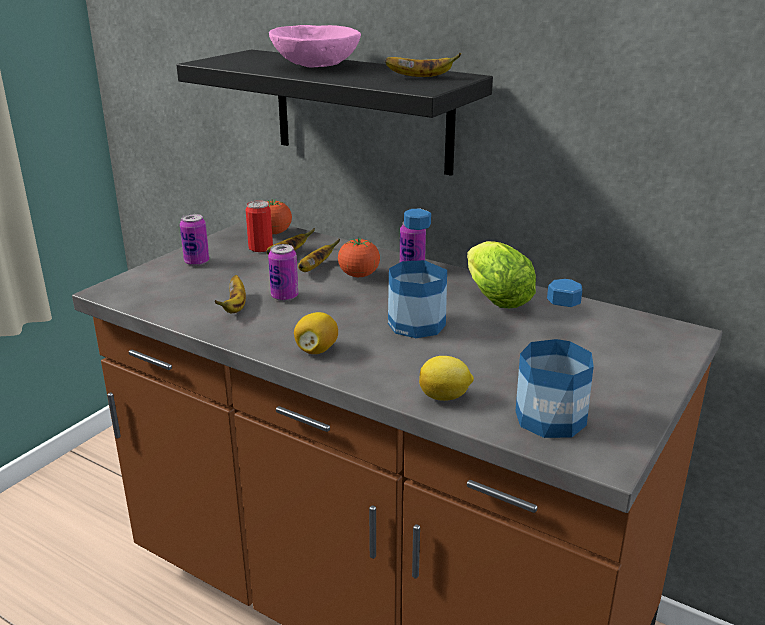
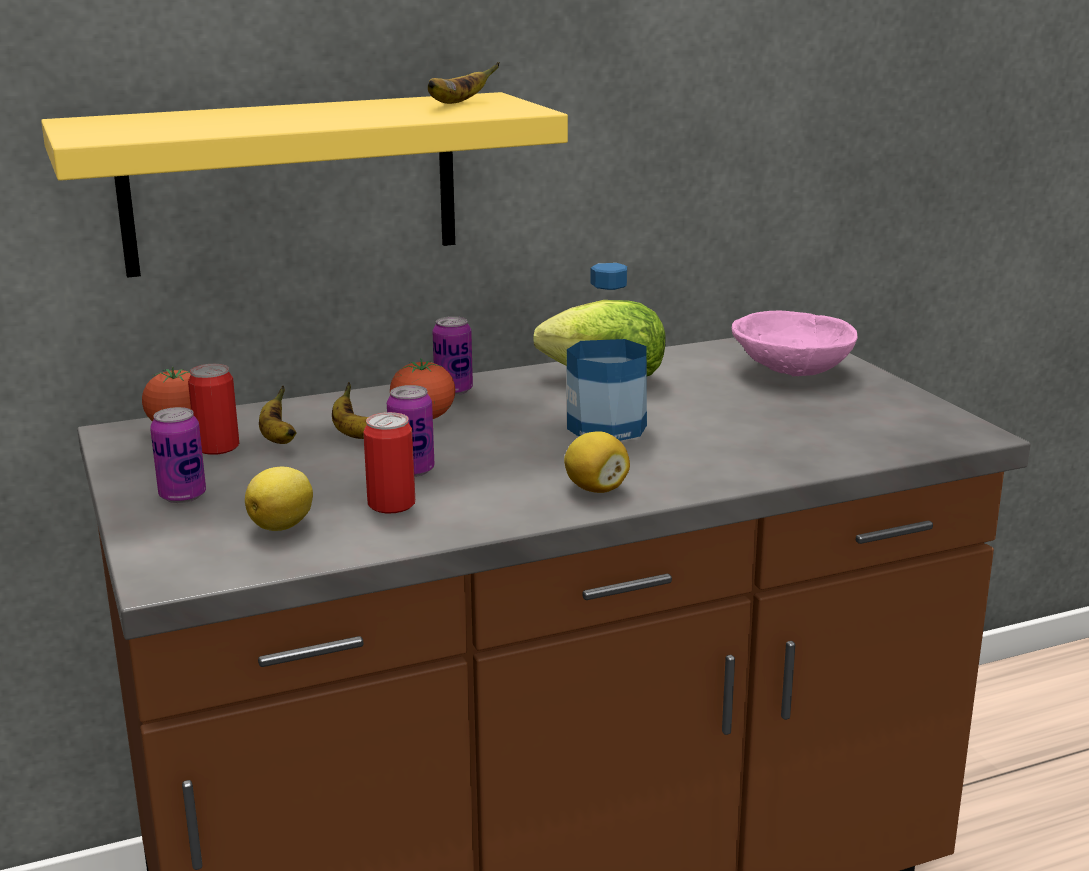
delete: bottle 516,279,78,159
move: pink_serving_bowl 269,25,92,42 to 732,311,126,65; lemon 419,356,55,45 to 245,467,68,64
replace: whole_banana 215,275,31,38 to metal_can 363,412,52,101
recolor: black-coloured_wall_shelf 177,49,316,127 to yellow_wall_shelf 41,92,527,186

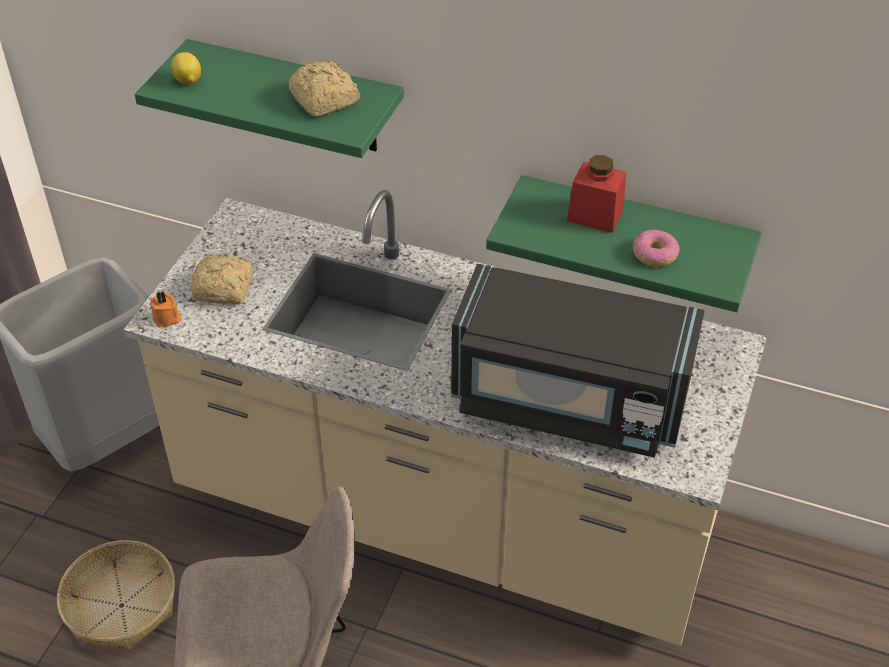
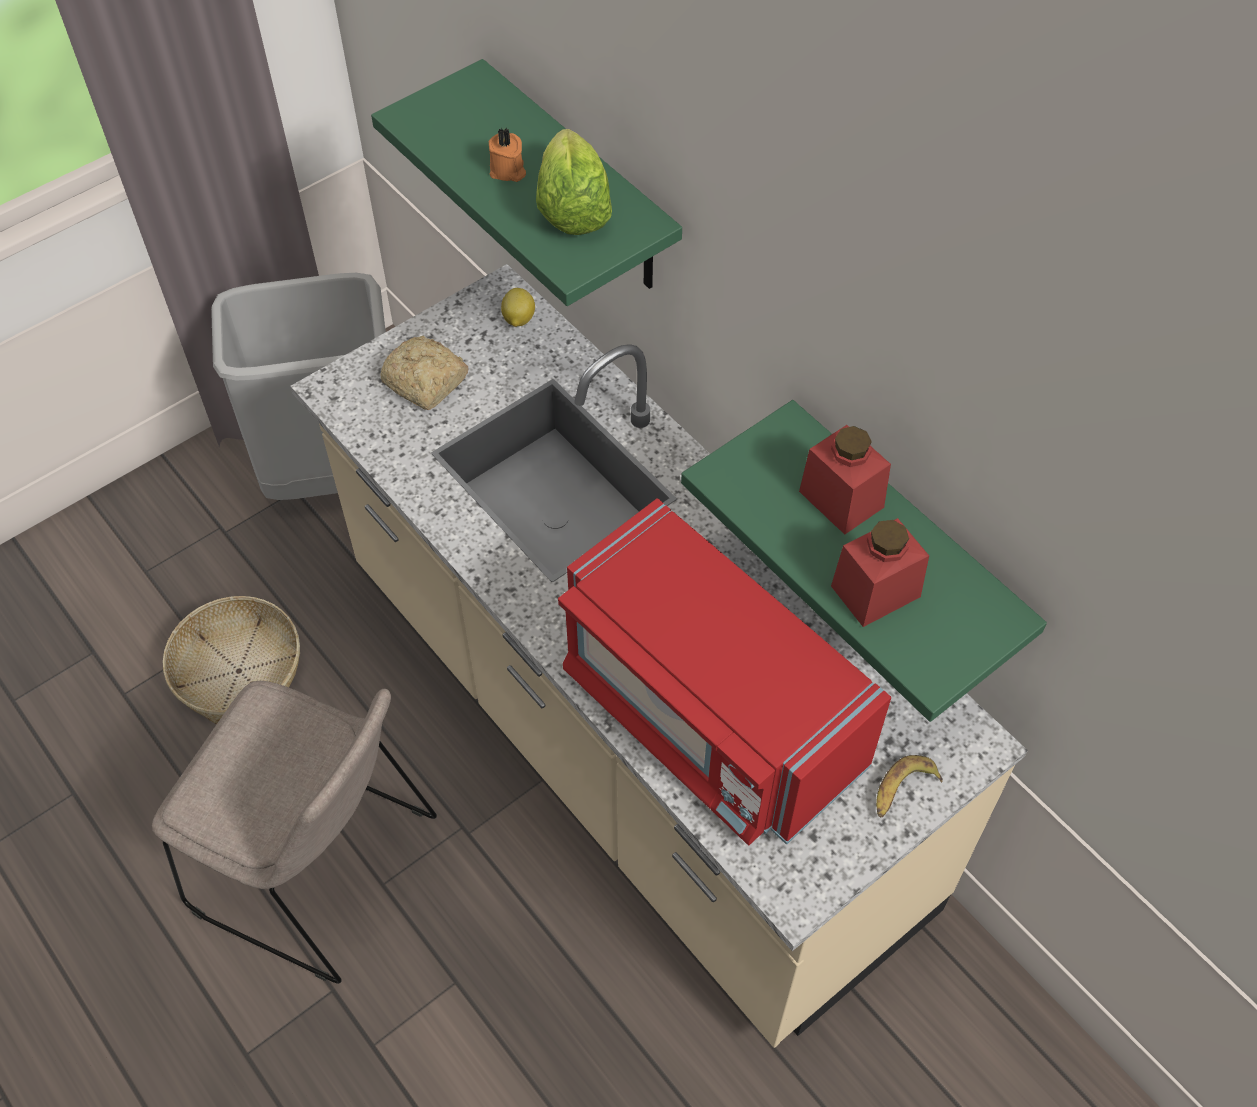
insert: whole_banana 876,755,67,62
move: orange-coloured_candle 150,291,31,37 to 489,128,37,54; lemon 171,52,30,33 to 501,288,34,39
replace: baked_bread 289,61,71,55 to head_of_lettuce 536,129,76,106; ring_doughnut 633,230,47,37 to reddish_preserve_jar 831,518,98,109
recolor: black-coloured_kitchen_microwave 451,264,254,194 to reddish_kitchen_microwave 558,498,333,347

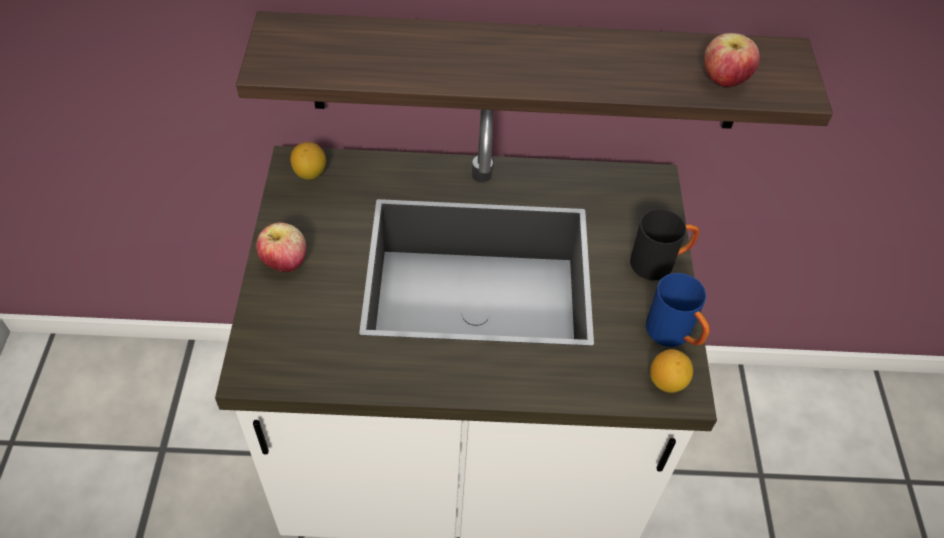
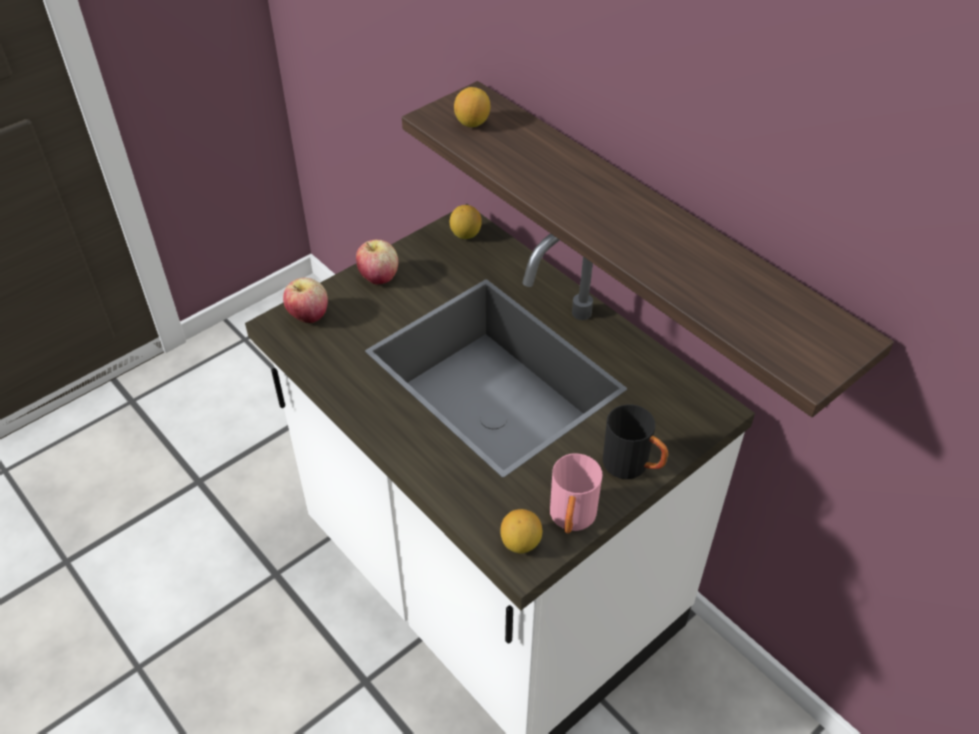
insert: lemon 454,87,37,40
move: whole_apple 704,33,56,54 to 283,278,45,45
recolor: blue-coloured_tea_mug 646,273,64,74 to pink_tea_mug 550,453,52,80

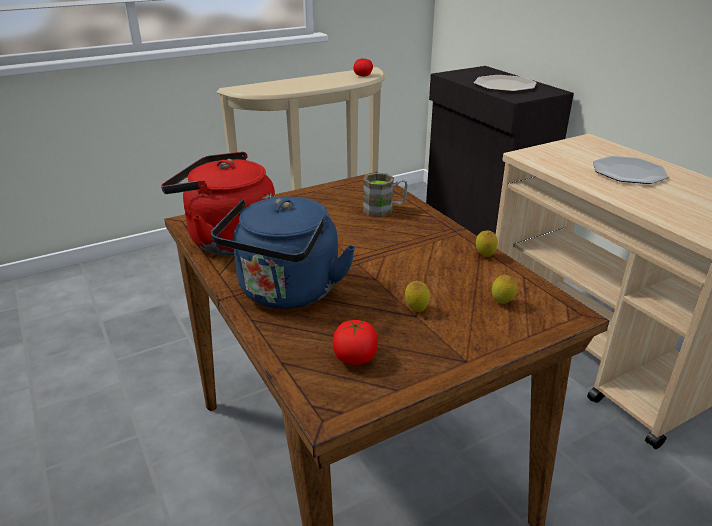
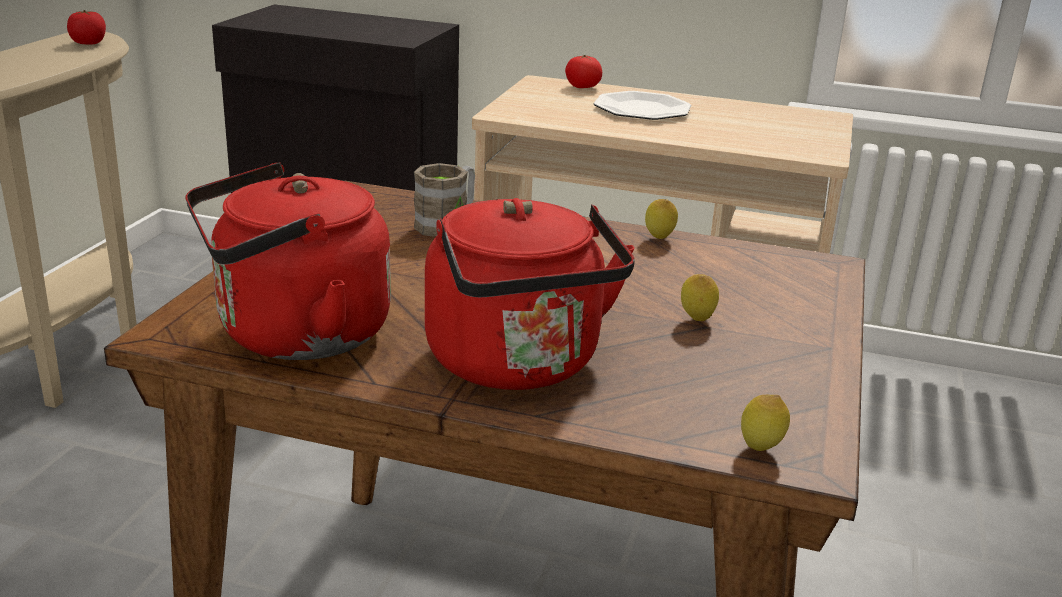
delete: dinner_plate 474,75,63,17
move: fresh_tomato 333,319,45,46 to 565,55,37,33; lemon 492,275,26,29 to 741,395,49,56
recolor: blue-coloured_water_kettle 211,197,145,112 to reddish_water_kettle 425,198,210,192

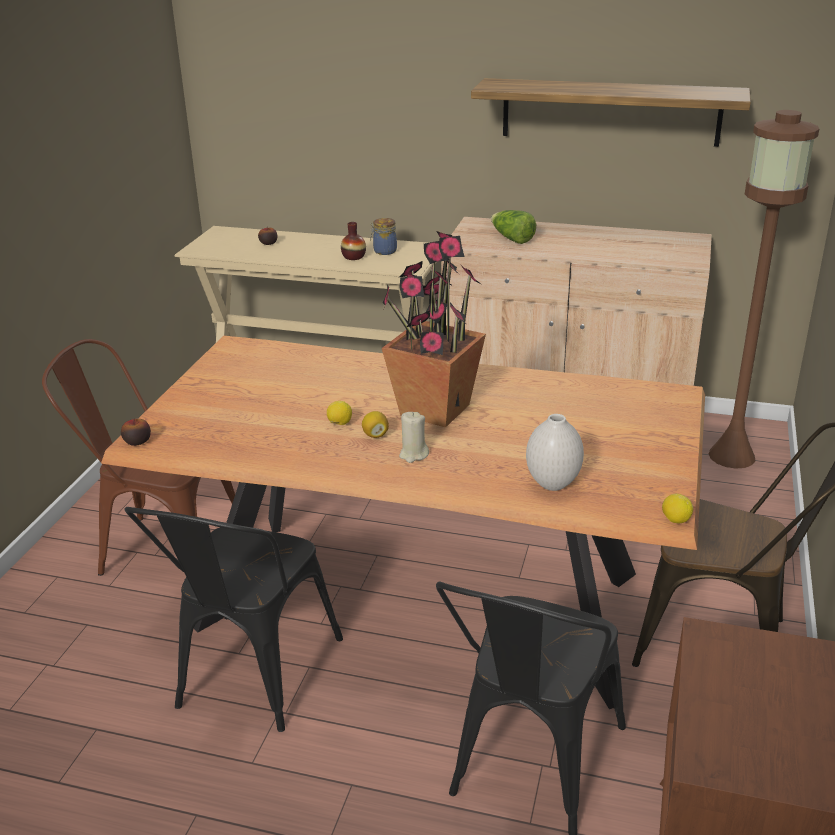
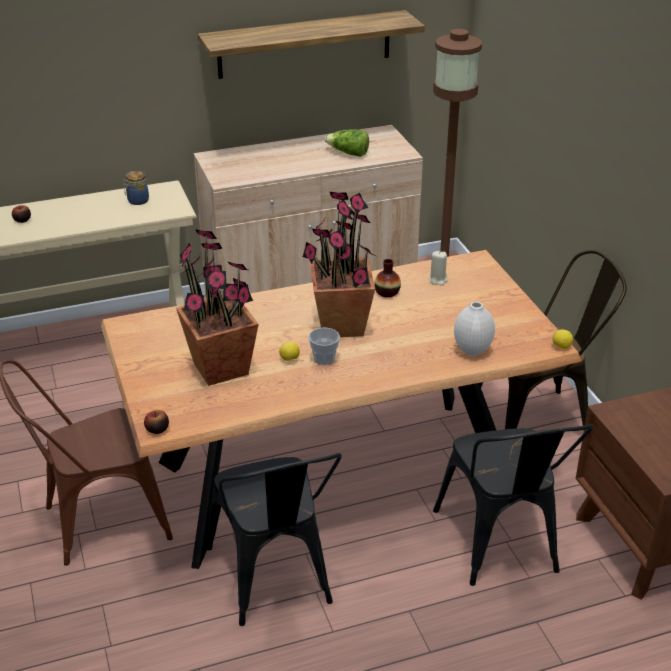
insert: houseplant 176,229,83,157
move: vase 341,222,25,38 to 374,259,27,39; beige-coloured_candle 399,412,30,51 to 428,251,20,35; head_of_lettuce 491,210,45,34 to 325,129,44,28
replace: lemon 362,411,27,27 to drinking_cup 308,328,32,37

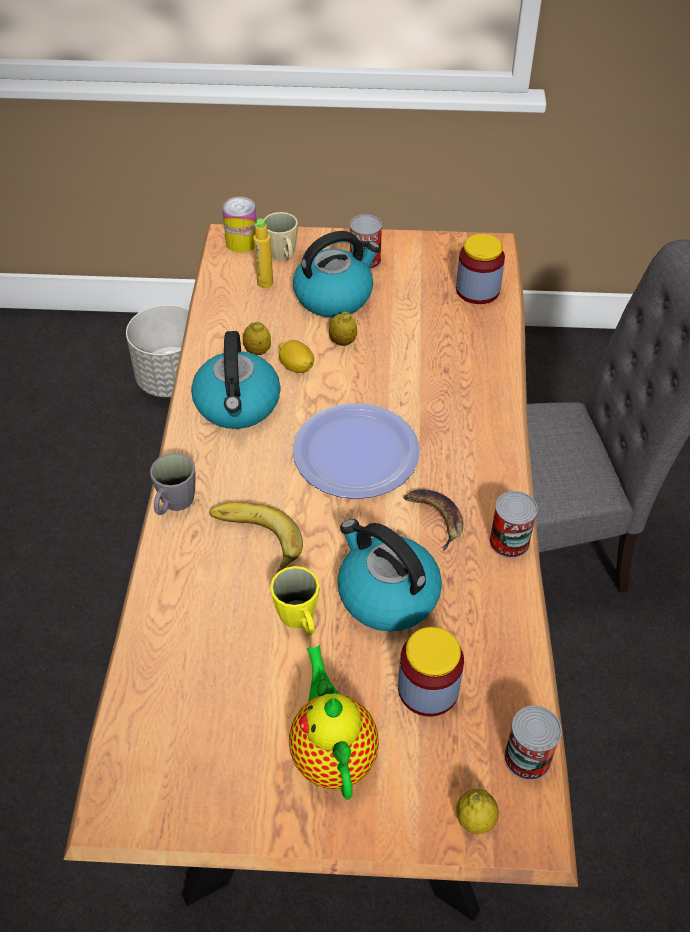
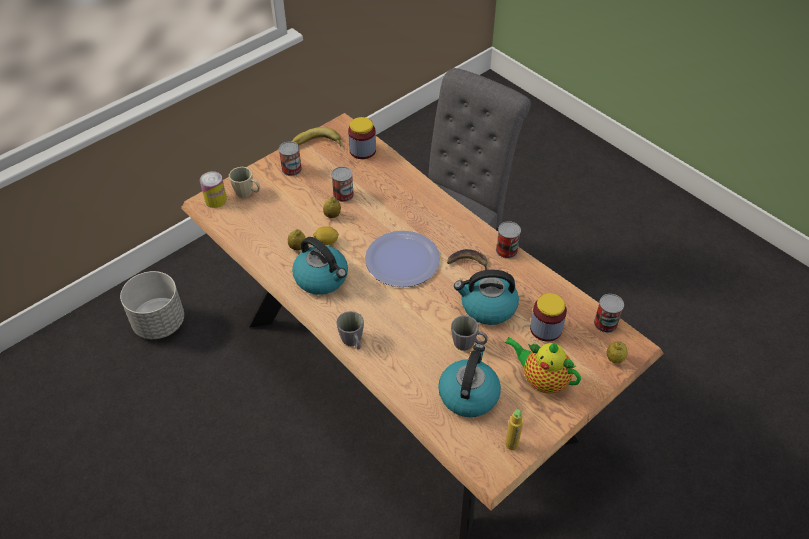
insert: metal_can 331,167,23,35
move: whole_banana 209,502,94,71 to 292,127,50,20; yellow_bottle 253,219,20,69 to 505,410,18,40; water_kettle 293,231,87,86 to 438,344,63,73
recolor: yellow_tea_mug 270,566,50,70 to gray_tea_mug 451,315,36,36

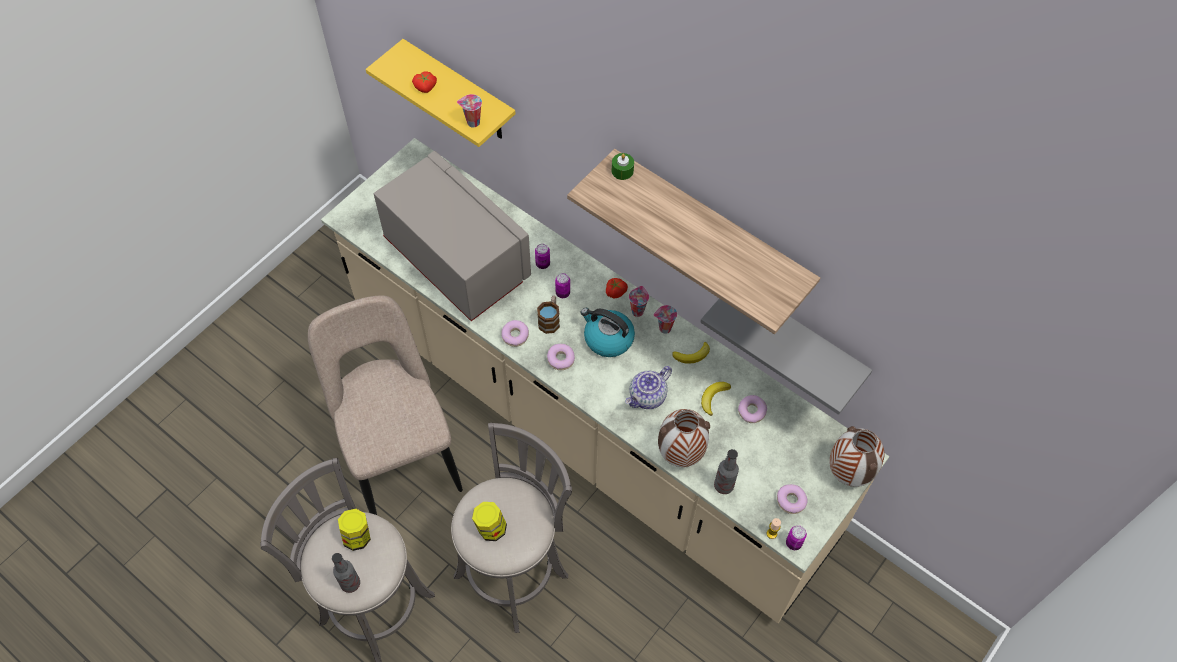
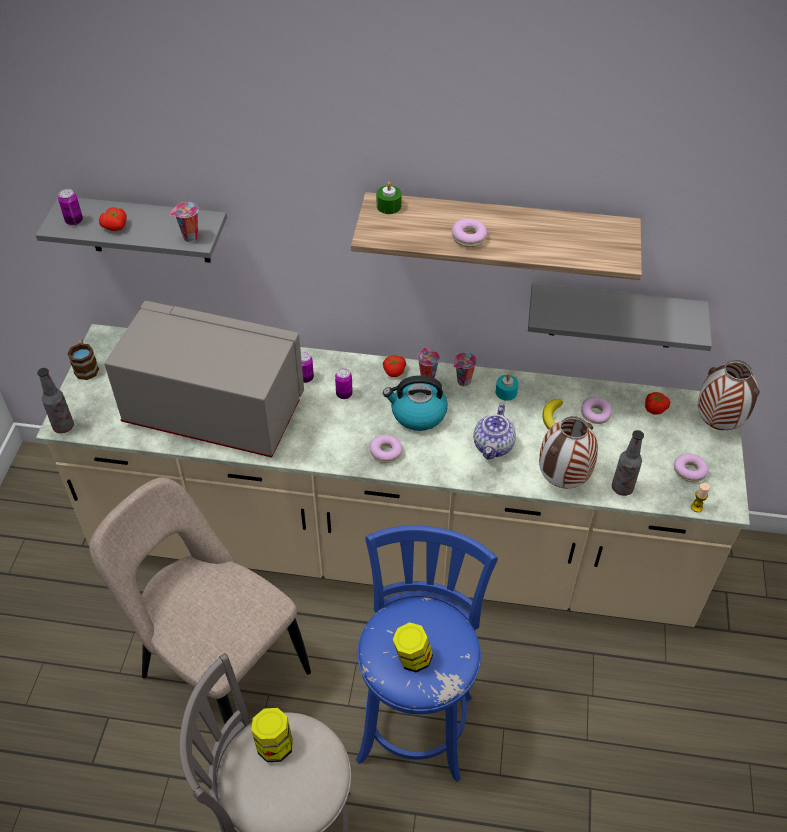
insert: fresh_tomato 645,392,25,23
move: bottle 332,553,28,40 to 37,368,37,65; ring_doughnut 501,320,28,27 to 452,219,35,28; tea_mug 537,295,23,39 to 68,339,31,41; metal_can 786,525,21,25 to 58,189,25,36
replace: whole_banana 672,342,38,22 to turquoise-coloured_candle 496,374,23,27
recolor: yellow_wall_shelf 366,39,150,108 to gray_wall_shelf 36,196,191,67; gray_stool 451,423,121,210 to blue-coloured_stool 356,525,142,257

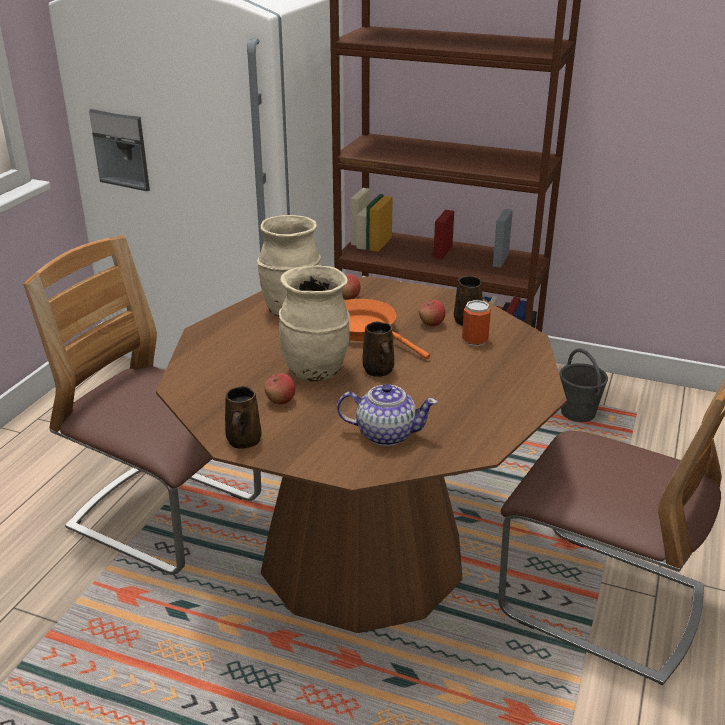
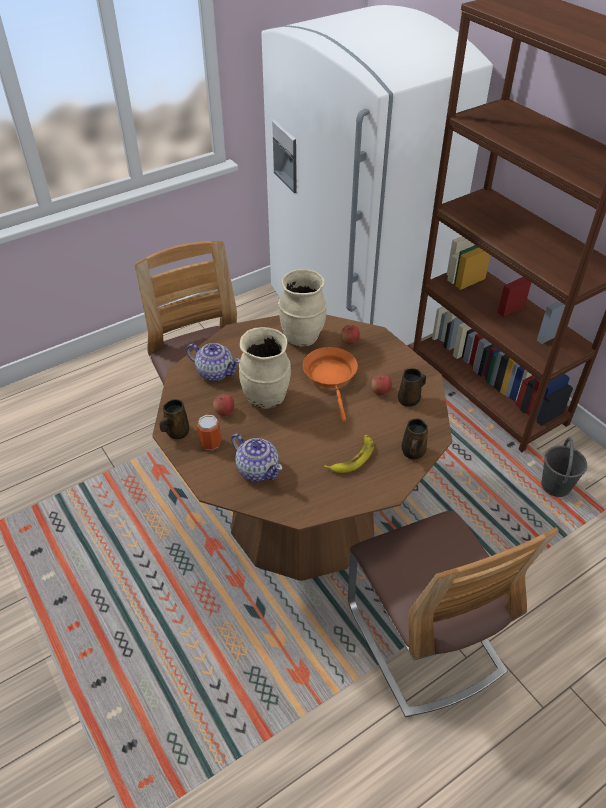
insert: tea_pot 186,343,54,38; whole_banana 324,435,50,38
move: brown_tea_mug 362,322,32,55 to 402,418,26,41; metal_can 462,300,29,46 to 197,415,24,35

